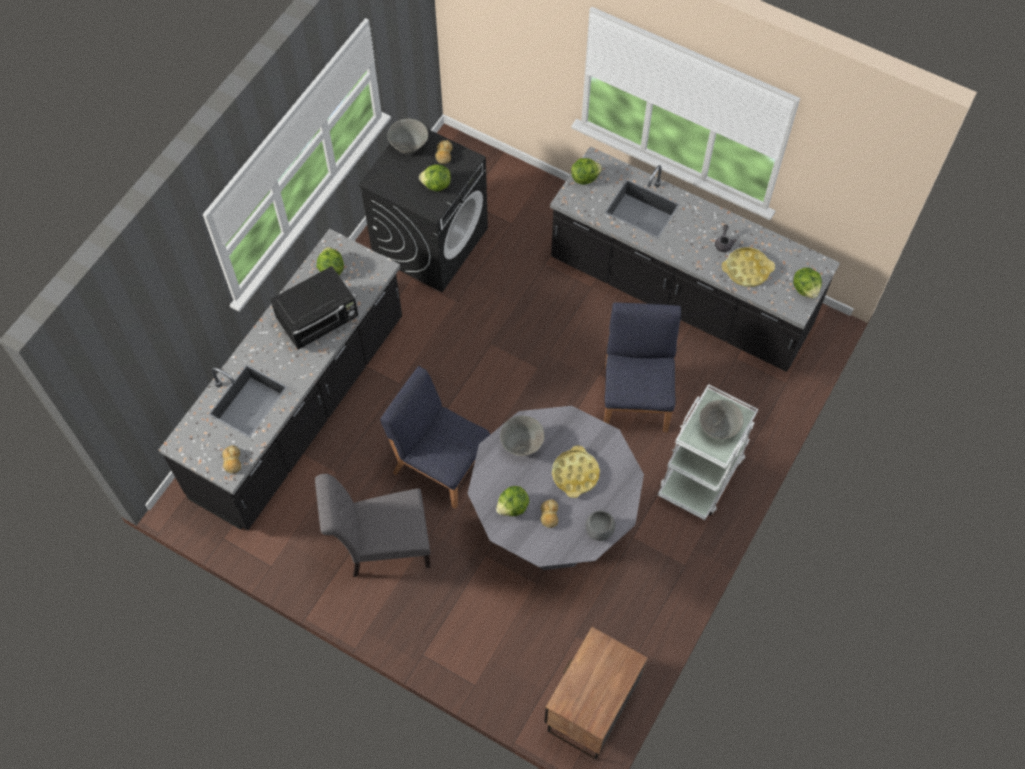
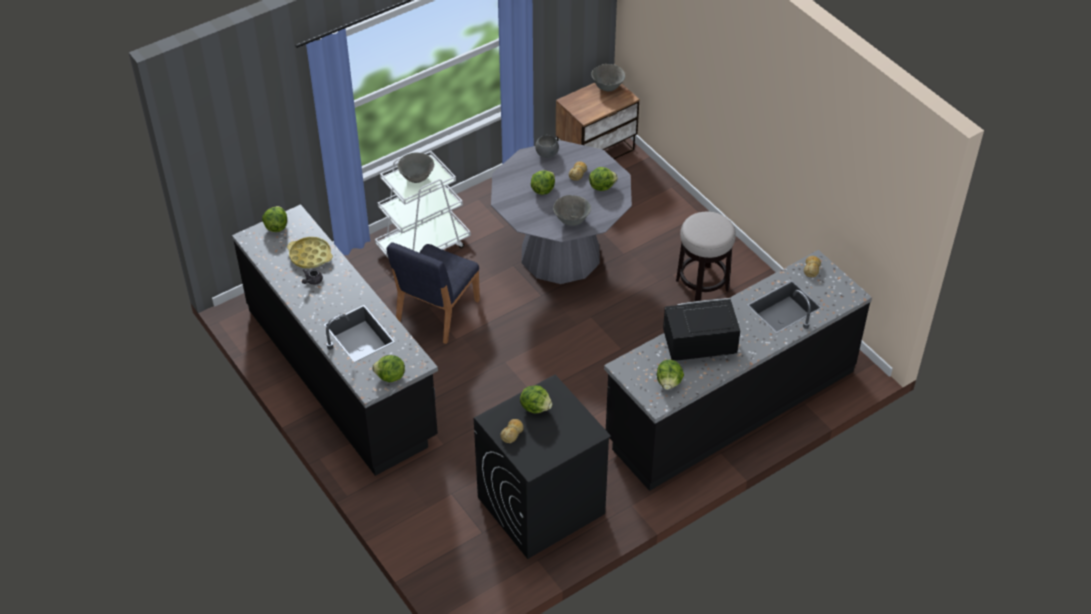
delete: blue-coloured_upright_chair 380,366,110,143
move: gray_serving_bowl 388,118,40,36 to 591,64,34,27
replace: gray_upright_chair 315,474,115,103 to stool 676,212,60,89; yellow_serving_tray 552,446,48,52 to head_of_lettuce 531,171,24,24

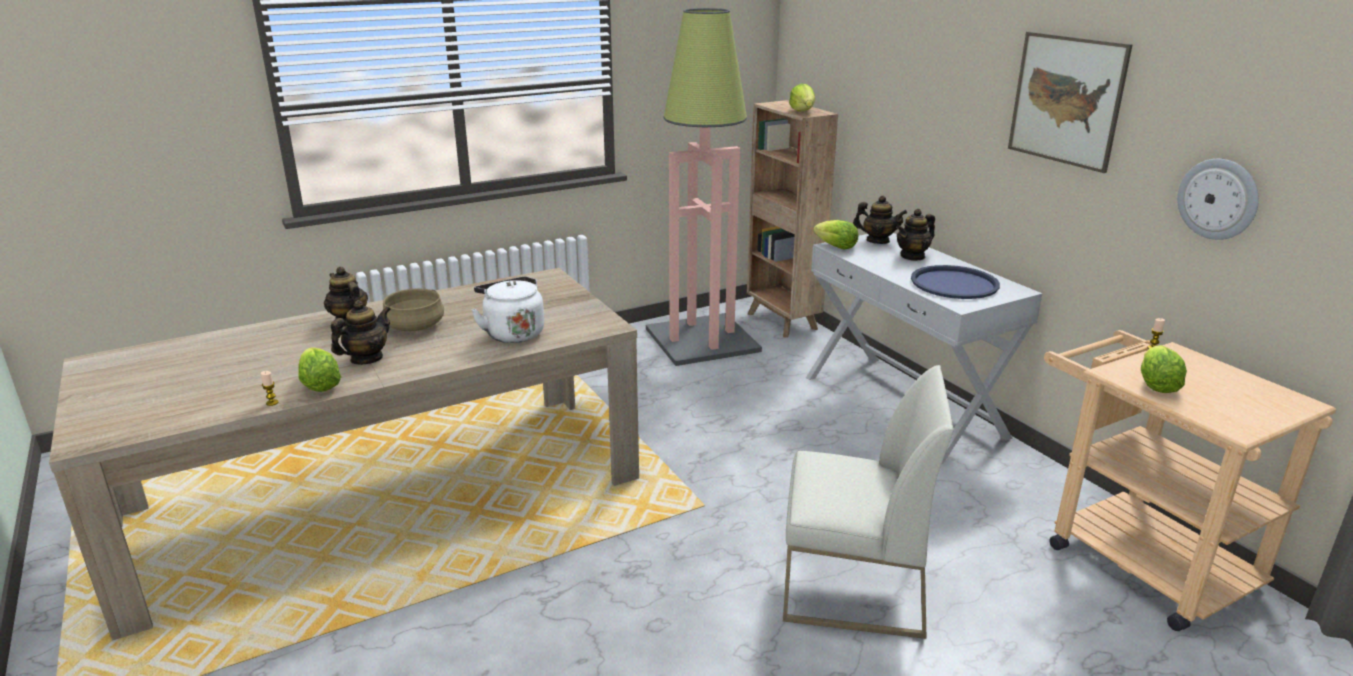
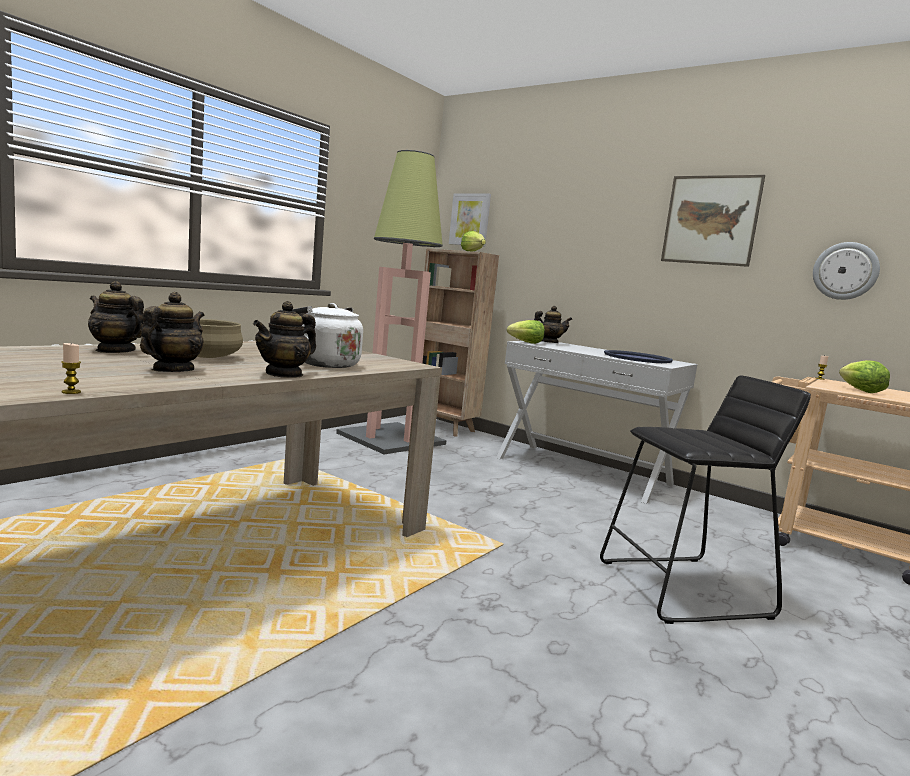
delete: head_of_lettuce 298,347,43,45
insert: wall_picture 449,193,42,53
move: tea_pot 896,209,39,52 to 253,301,63,77
replace: white-coloured_upright_chair 783,365,171,274 to black-coloured_stool 600,375,211,249

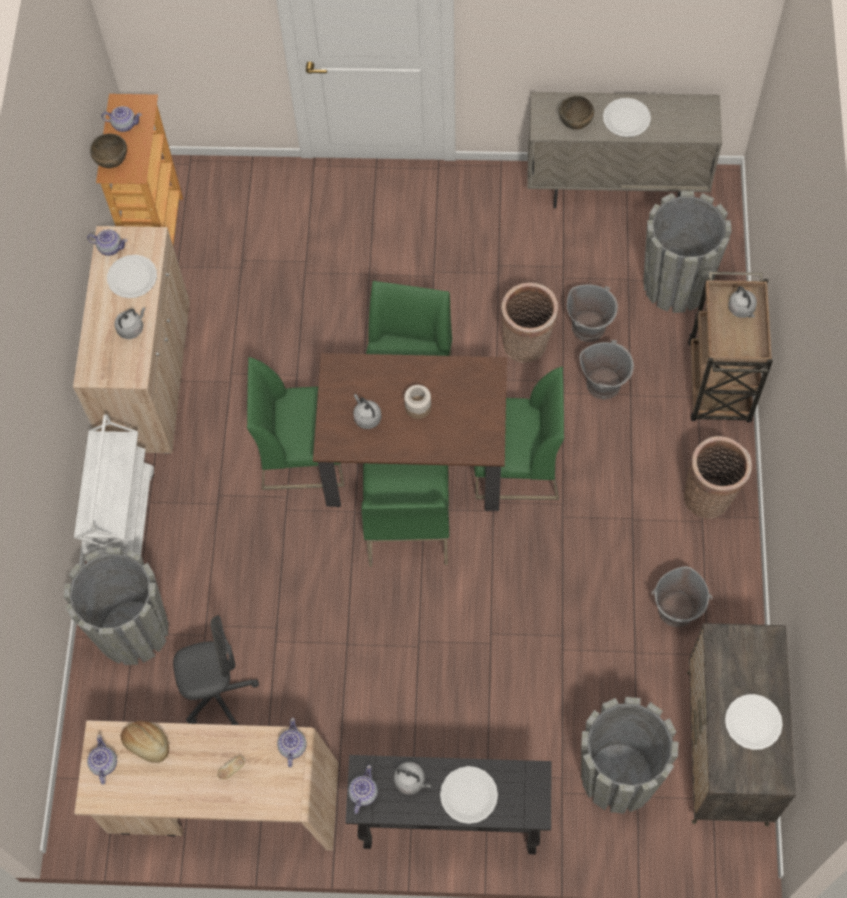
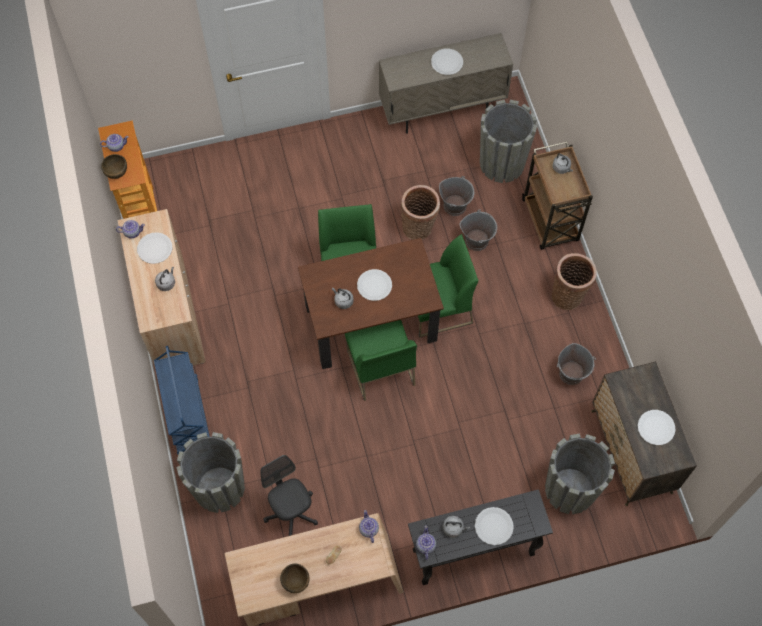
delete: tea_pot 87,735,30,50; baked_bread 121,721,48,42; green_upright_chair 247,357,97,133
move: brown_serving_bowl 559,96,35,34 to 280,563,30,30
replace: preserve_jar 404,385,27,34 to white-coloured_dinner_plate 357,269,35,32
recolor: white-coloured_cart 74,414,80,142 to blue-coloured_cart 154,346,56,109
rotate: gray_office_chair 173,615,86,110 = 260,455,58,81 90 degrees counterclockwise

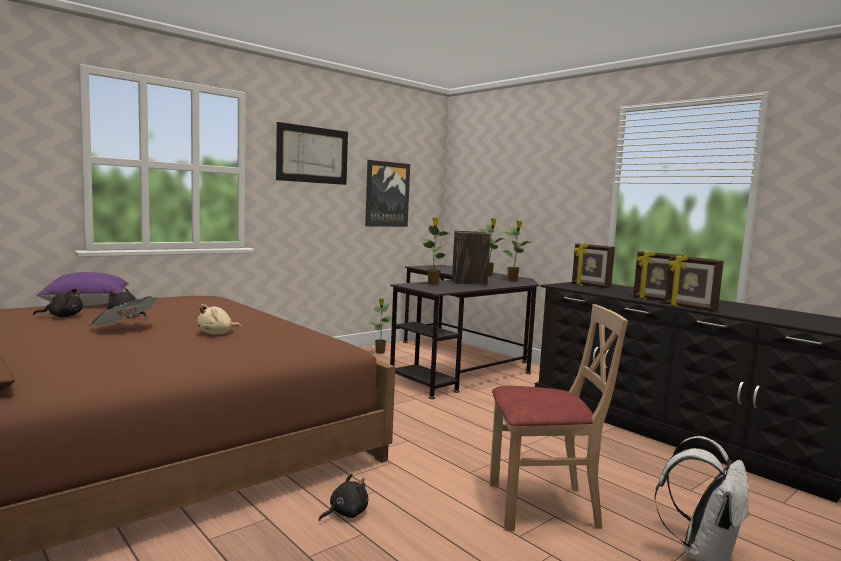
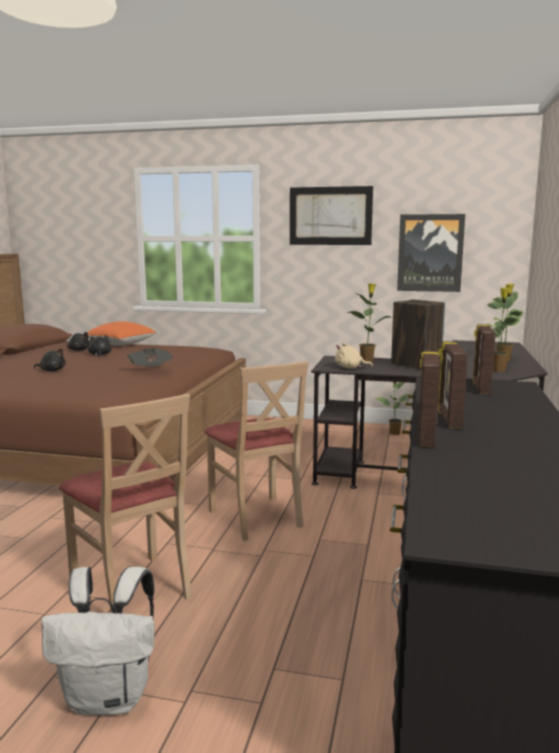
insert: beige-coloured_upright_chair 204,361,105,180
move: newspaper 88,296,70,30 to 127,348,46,18; beige-coloured_cuddly_toy 197,304,44,30 to 335,342,38,26; black-coloured_cuddly_toy 319,474,49,47 to 34,349,32,22
recolor: purple-coloured_pillow 37,272,92,34 to orange-coloured_pillow 87,321,70,25

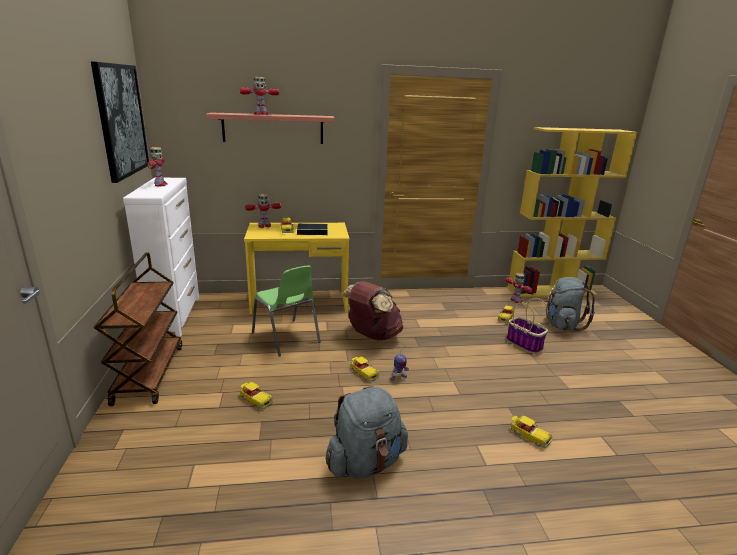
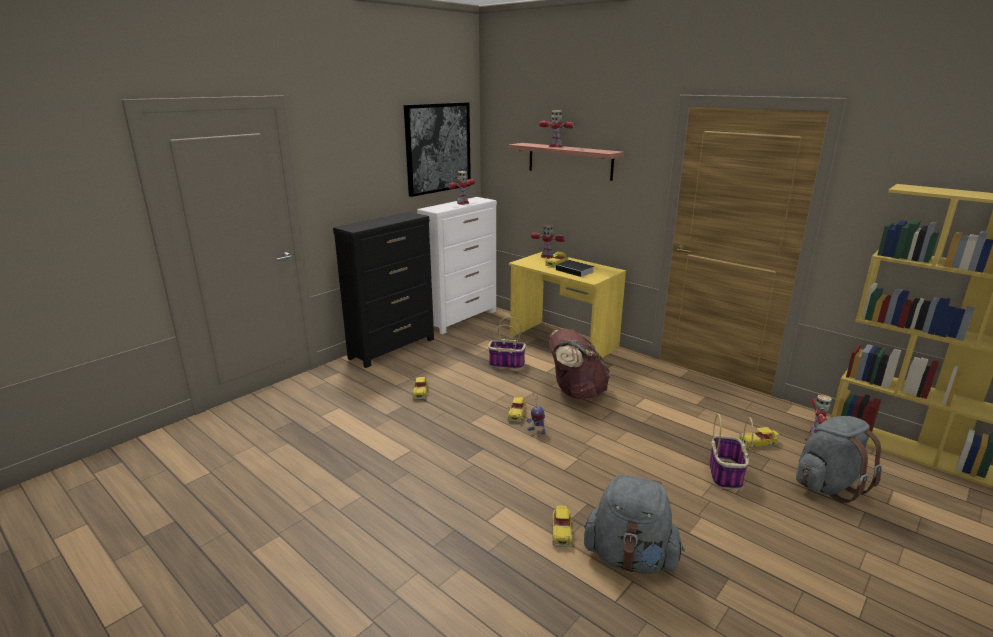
move: gray_backpack 326,386,82,93 to 584,475,101,99
replace: brown_cart 94,252,88,154 to black-coloured_dresser 333,212,101,156; green_upright_chair 252,265,69,91 to household_basket 488,317,38,52

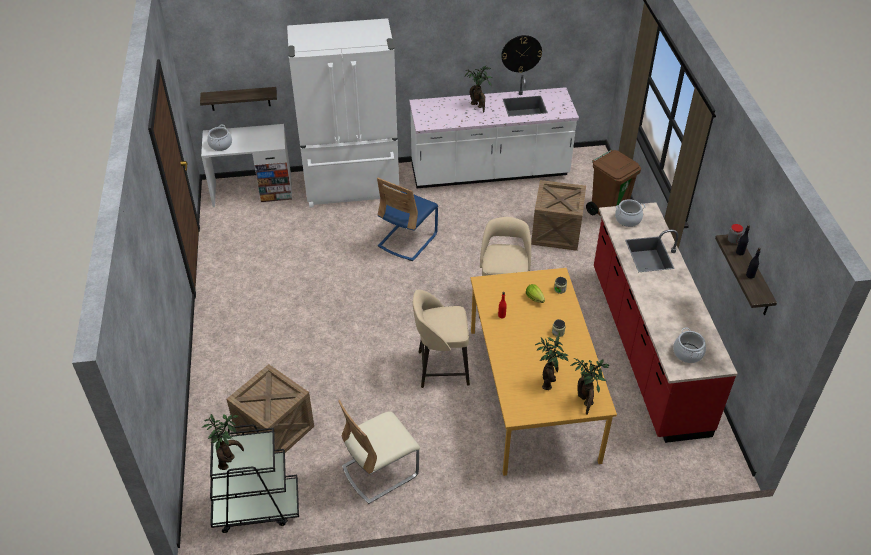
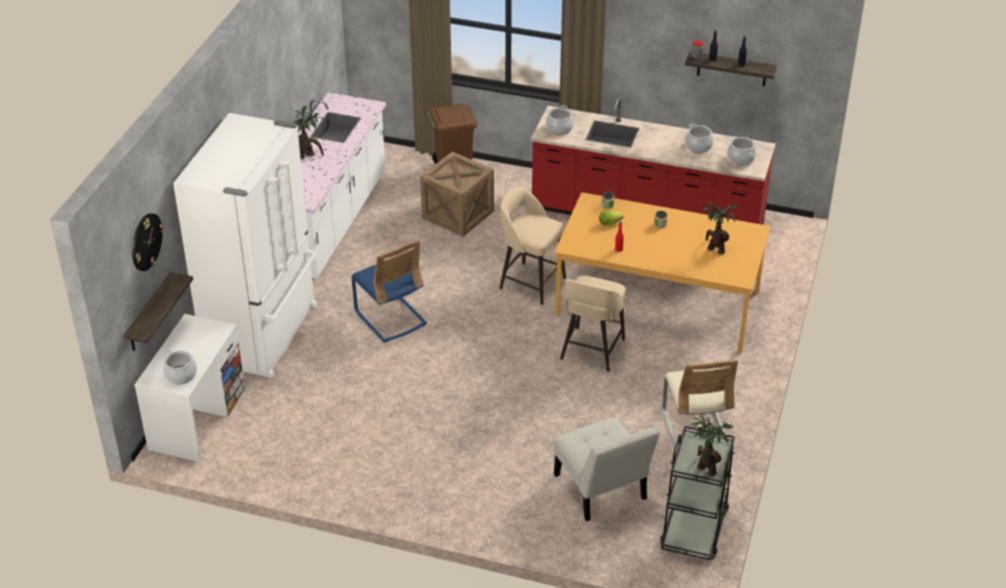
delete: houseplant 571,358,38,57
insert: stockpot 685,123,29,30
move: wall_clock 501,35,41,38 to 132,213,32,58
replace: packing_crate 227,364,87,89 to white-coloured_upright_chair 554,417,106,104

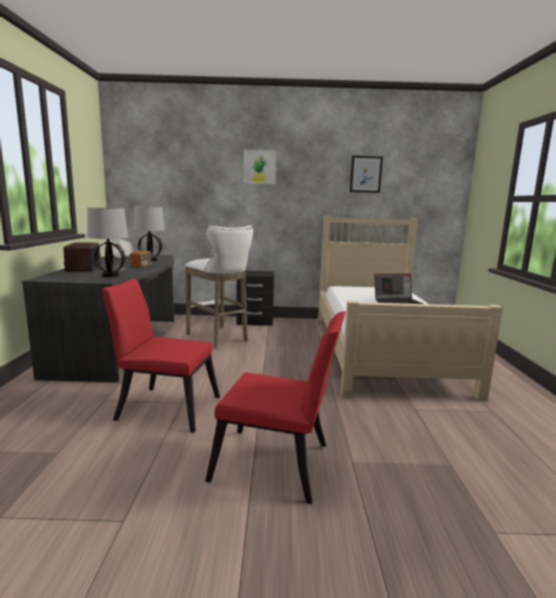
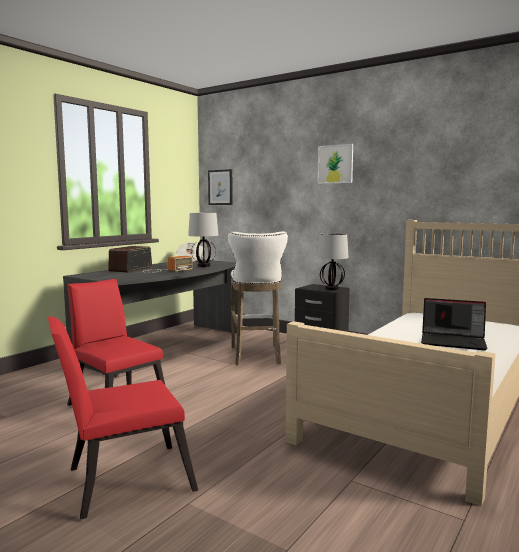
move: lamp_for_a_table 87,207,41,70 to 317,233,32,57; wall_picture 350,156,33,37 to 208,169,25,36
rotate: reddish_upright_chair 205,312,141,192 = 48,317,150,203 105 degrees clockwise

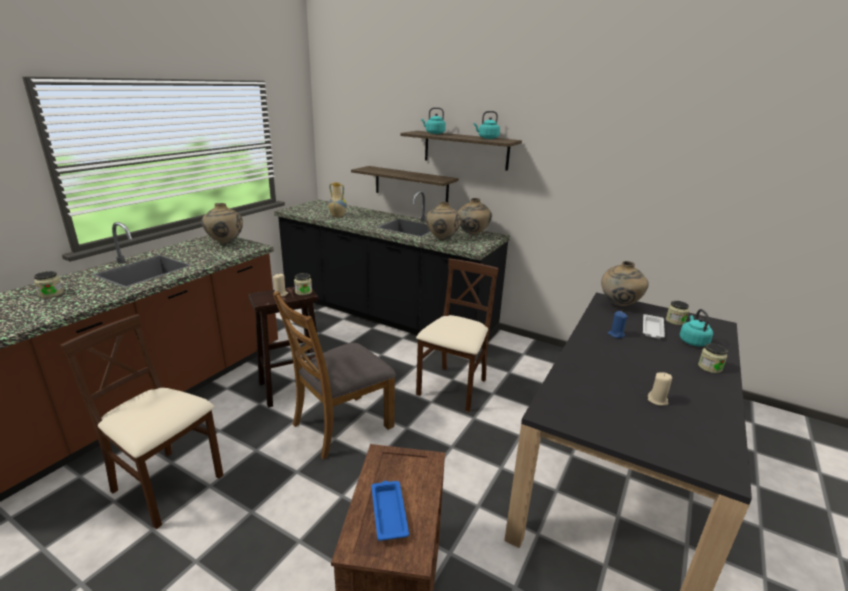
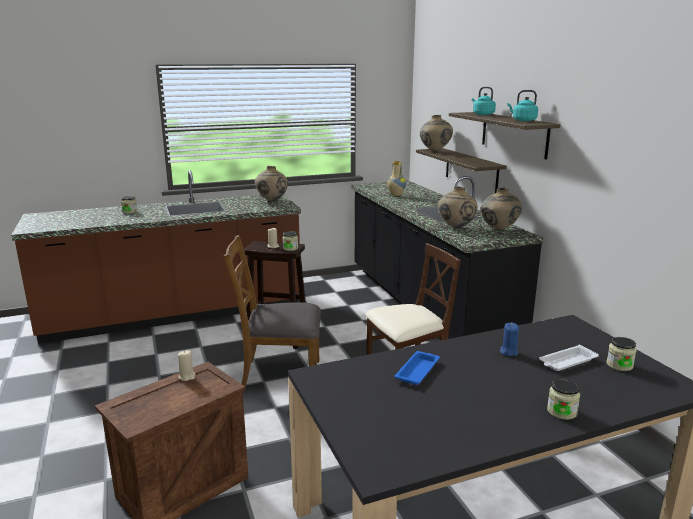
delete: beige-coloured_upright_chair 61,314,163,215; turquoise-coloured_water_kettle 680,309,33,38
move: blue-coloured_serving_tray 371,481,38,60 to 394,351,46,34; beige-coloured_vase 601,261,48,45 to 420,115,33,36; beige-coloured_candle 648,372,24,34 to 178,350,18,31

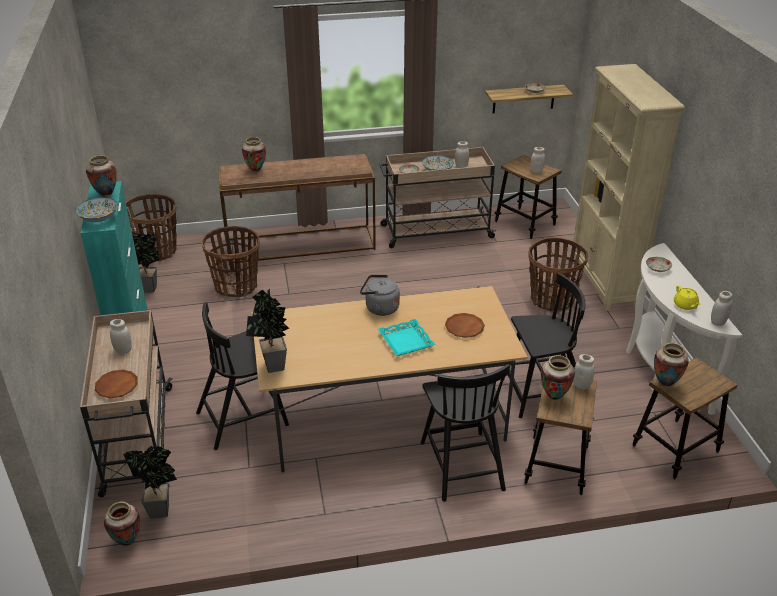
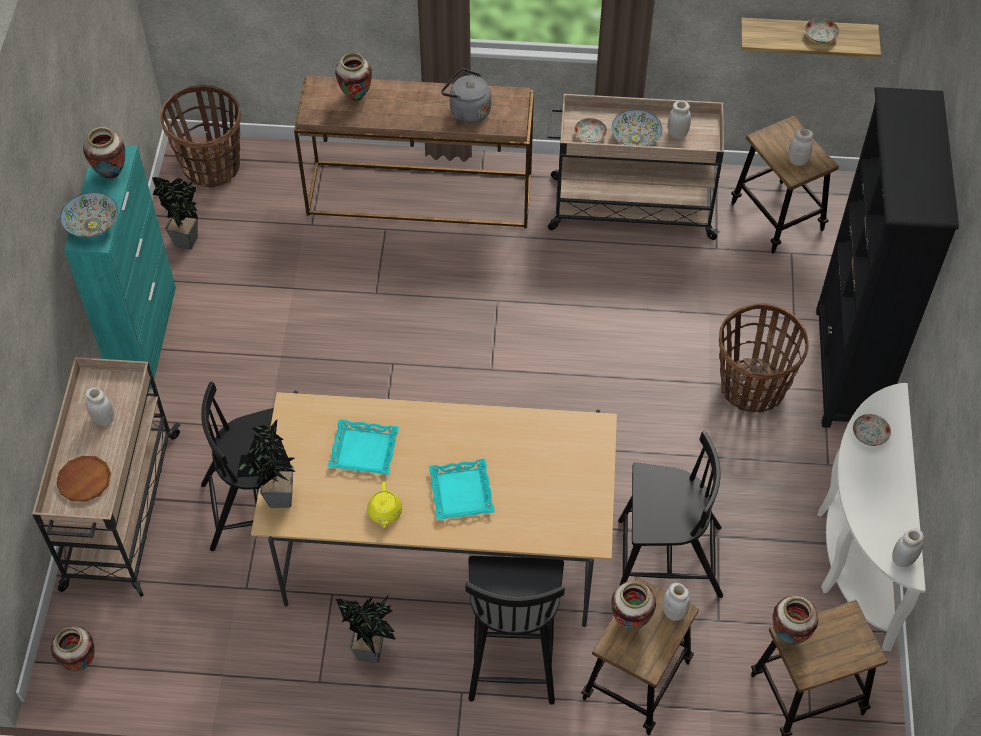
delete: household_basket 202,226,58,71; brown_dinner_plate 445,313,40,25
insert: turquoise-coloured_serving_tray 328,419,71,56
move: houseplant 123,446,54,73 to 336,594,60,69; gray_water_kettle 360,275,40,41 to 441,69,50,54; yellow_tea_pot 674,285,27,25 to 367,481,35,47
recolor: beige-coloured_bookshelf 574,64,111,247 to black-coloured_bookshelf 816,87,143,341

